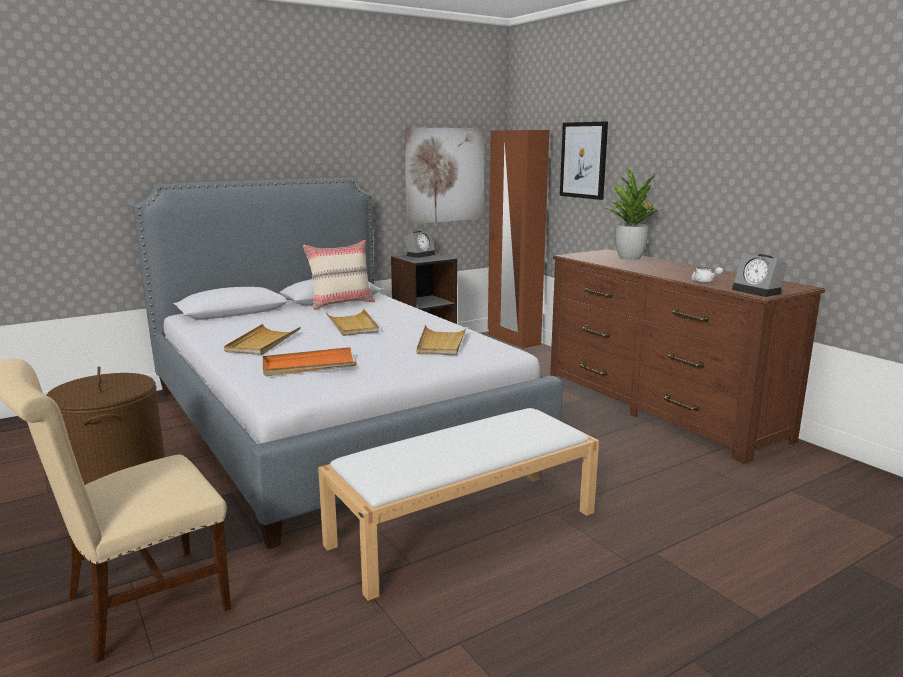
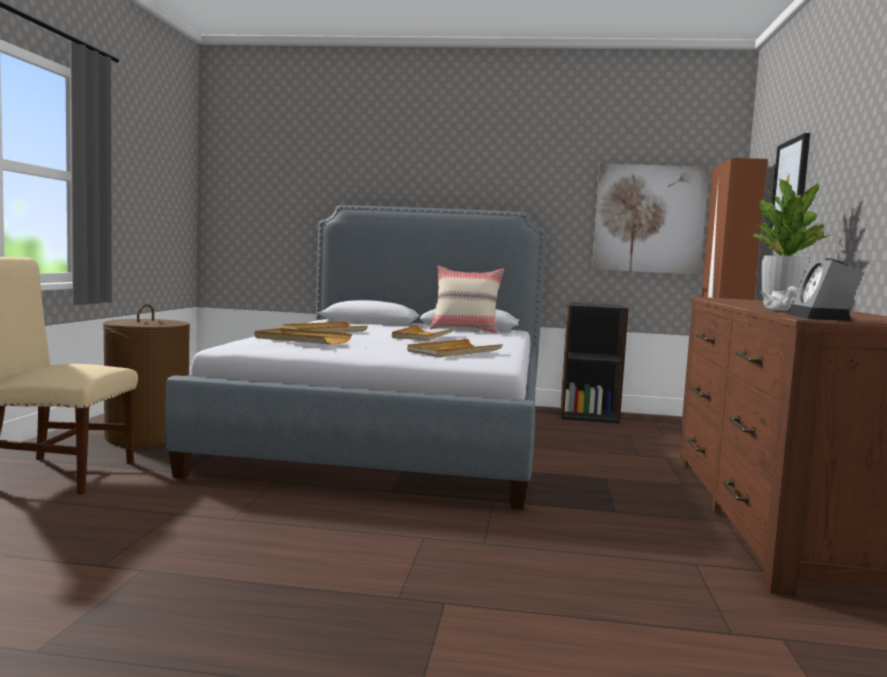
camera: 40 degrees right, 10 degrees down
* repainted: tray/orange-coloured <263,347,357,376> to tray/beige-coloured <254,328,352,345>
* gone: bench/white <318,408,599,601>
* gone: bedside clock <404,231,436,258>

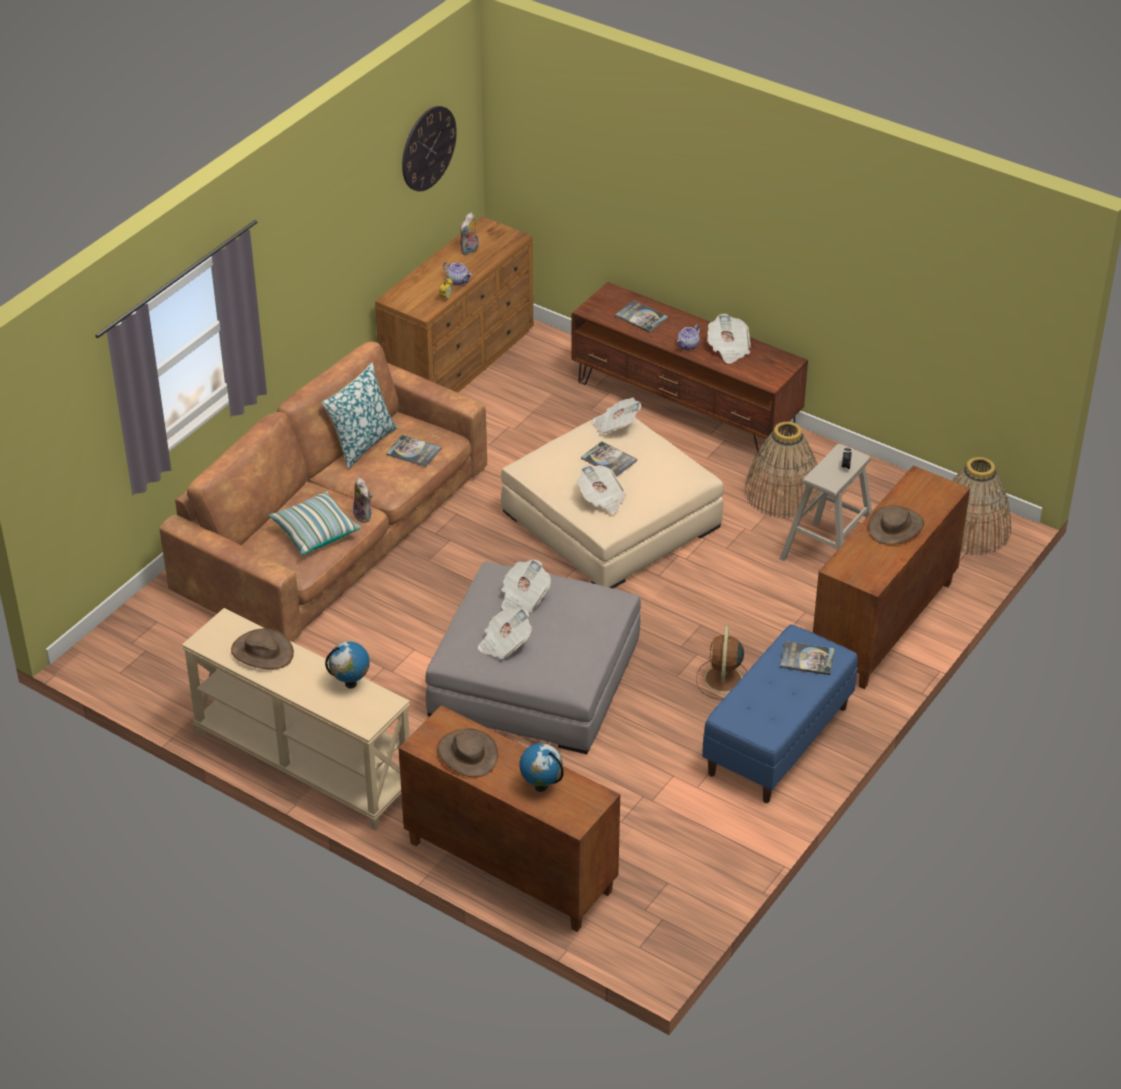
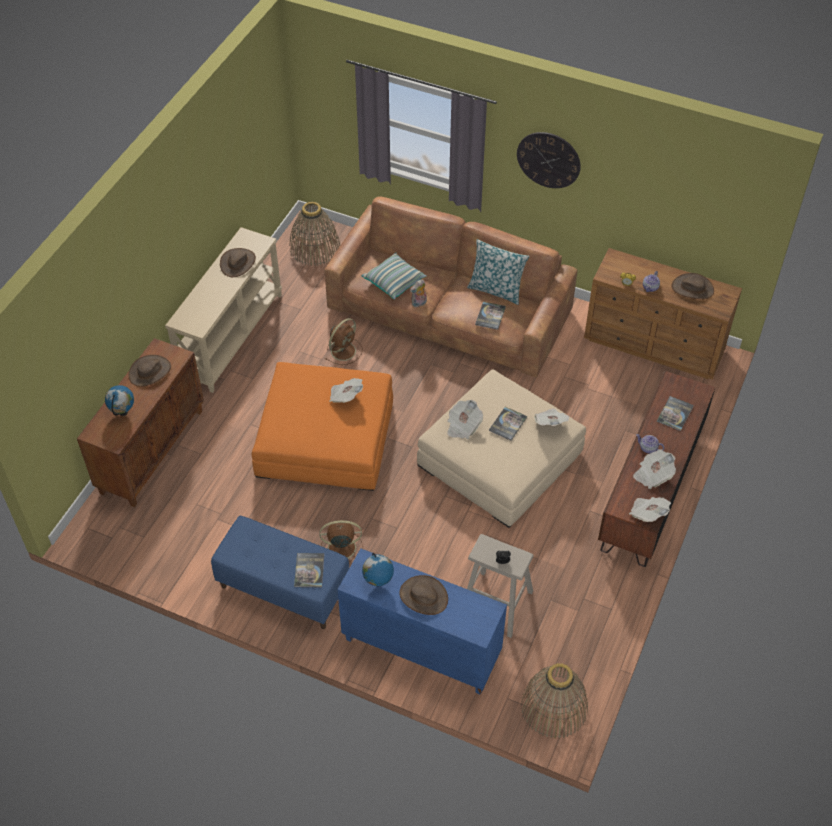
camera: 80 degrees right, 10 degrees up
* shifted: world globe <325,641,370,688> to <362,553,394,586>
* shifted: clock on the wall <402,106,457,191> to <517,132,581,188>
* repainted: ottoman/gray <425,561,641,754> to ottoman/orange-coloured <252,362,393,491>
* swapped: plush toy <460,212,479,255> to hat/brownish <671,273,714,299>
* shifted: newspaper <478,607,532,660> to <629,497,671,522>
* shifted: storage basket <745,422,820,518> to <289,202,340,266>
* repainted: cabinet/brownish <813,465,970,689> to cabinet/blue <337,548,507,694>
* new: fan/brownish <325,318,362,365>

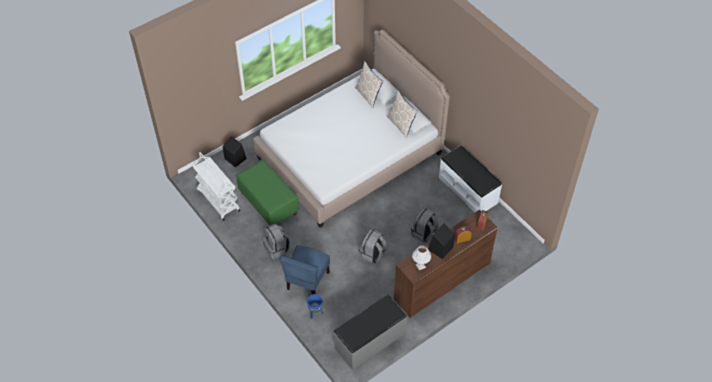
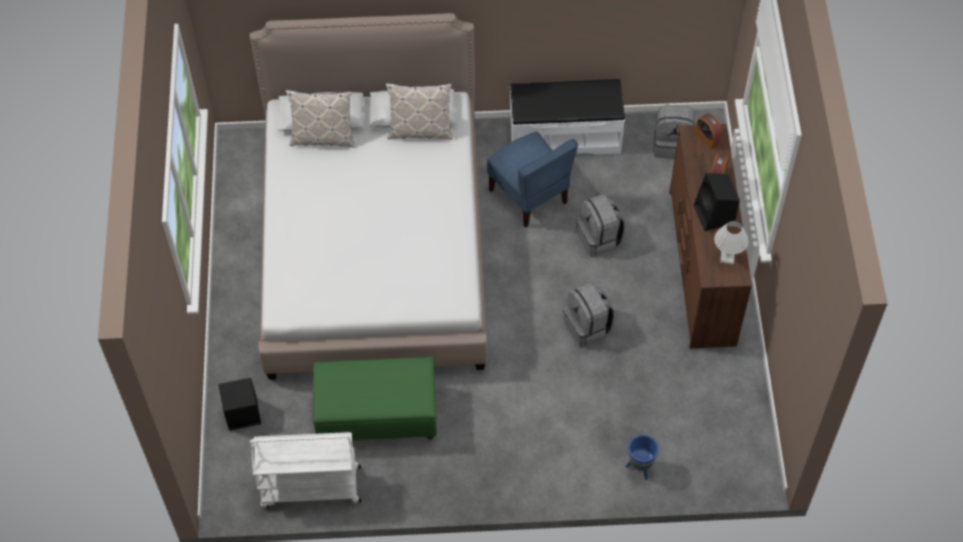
camera: 55 degrees left, 5 degrees up
* shifted: backpack/gray <262,224,290,259> to <653,104,694,159>
* shifted: plain chair/blue <280,245,330,294> to <487,132,578,228>
* gone: bench/gray <334,295,407,370>

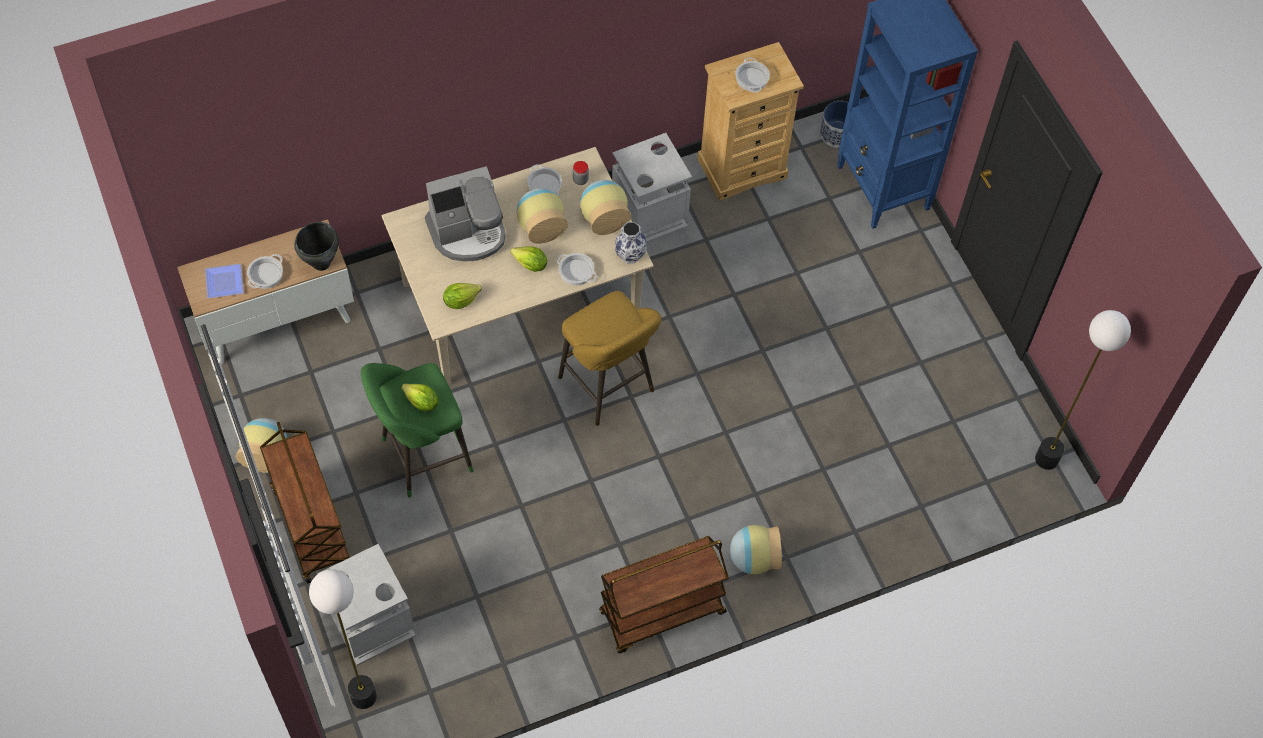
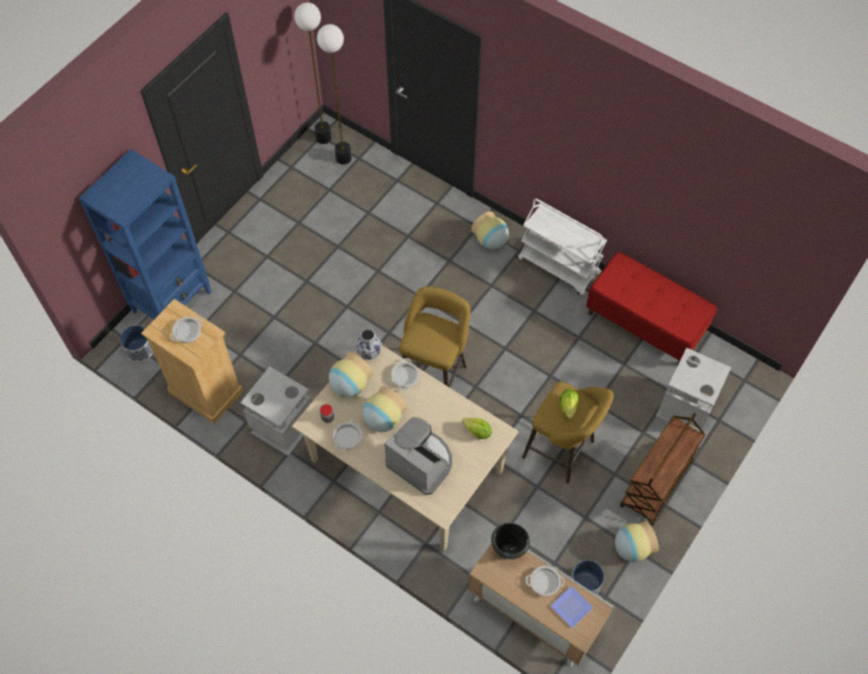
camera: 120 degrees left, 0 degrees up
* shifted: standing lamp <309,569,377,709> to <317,24,351,165>
* repainted: stool seat/greenish <361,363,474,497> to stool seat/yellow <522,381,614,484>
* gone: lettuce head <510,246,547,272>
* repainted: wheeled cart/brownish <599,536,729,653> to wheeled cart/white <517,199,607,296>
* new: planter <570,560,604,595>
* new: bench/red-coloured <586,252,717,366>

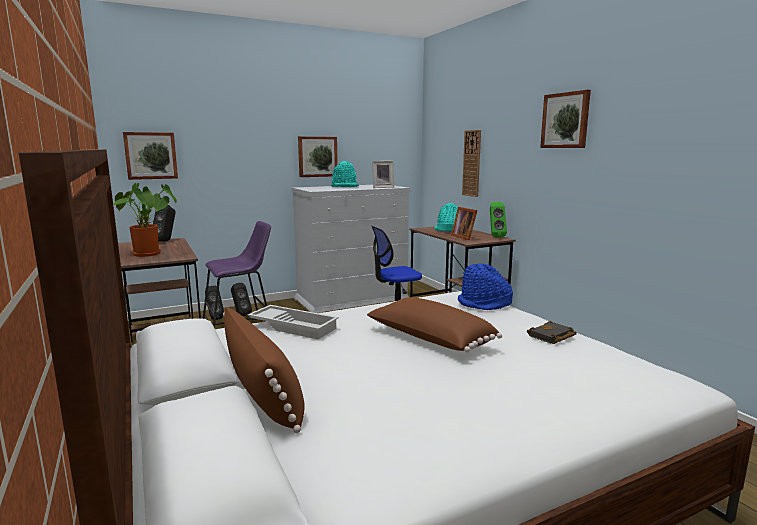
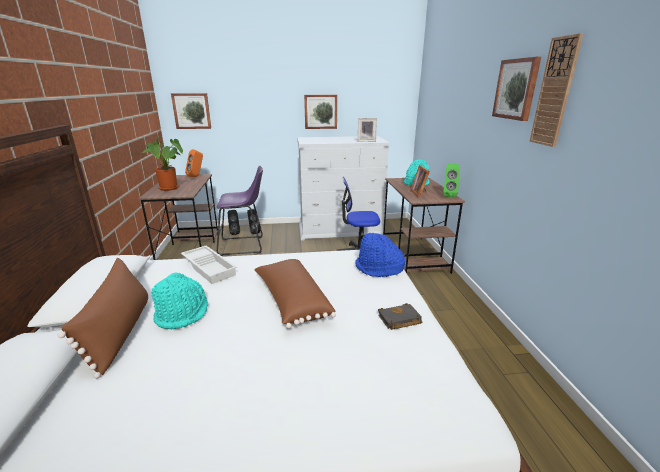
camera: 20 degrees right, 10 degrees up
* repainted: speaker/blackish <153,205,176,242> to speaker/orange-coloured <185,149,203,177>
* shifted: hat/blue-green <331,161,359,187> to <151,272,208,329>
* shifted: clock on the wall <462,130,481,197> to <530,33,583,147>

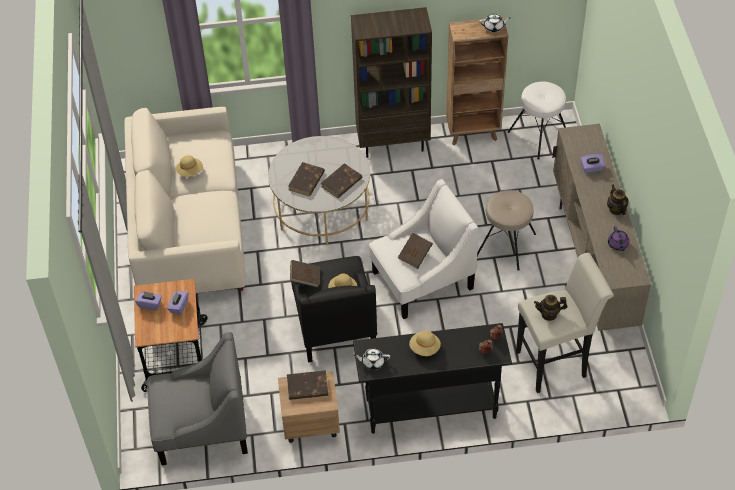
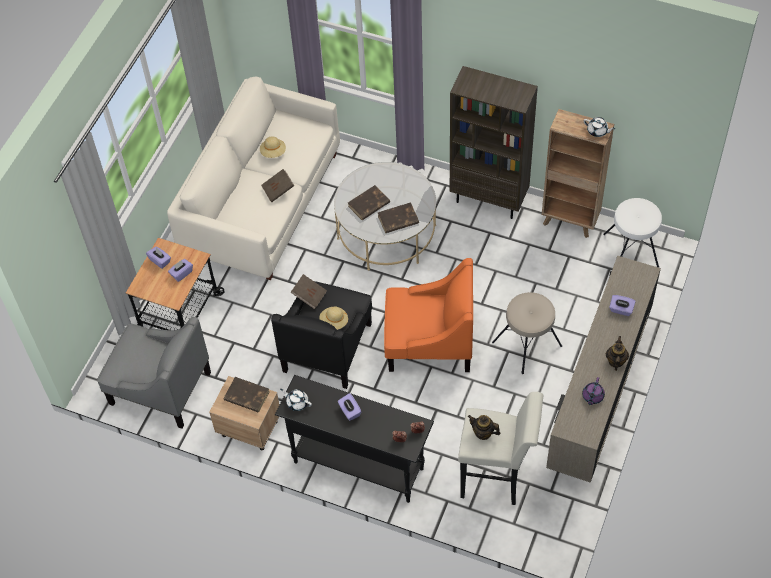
camera: 30 degrees right, 5 degrees up
* repainted: lounge chair/white <369,179,479,319> to lounge chair/orange-coloured <384,258,473,372>
* shifted: book/brownish <398,233,433,269> to <261,169,294,202>
* swapped: hat/beige-coloured <409,330,441,356> to tissue box/purplish <338,393,361,421>

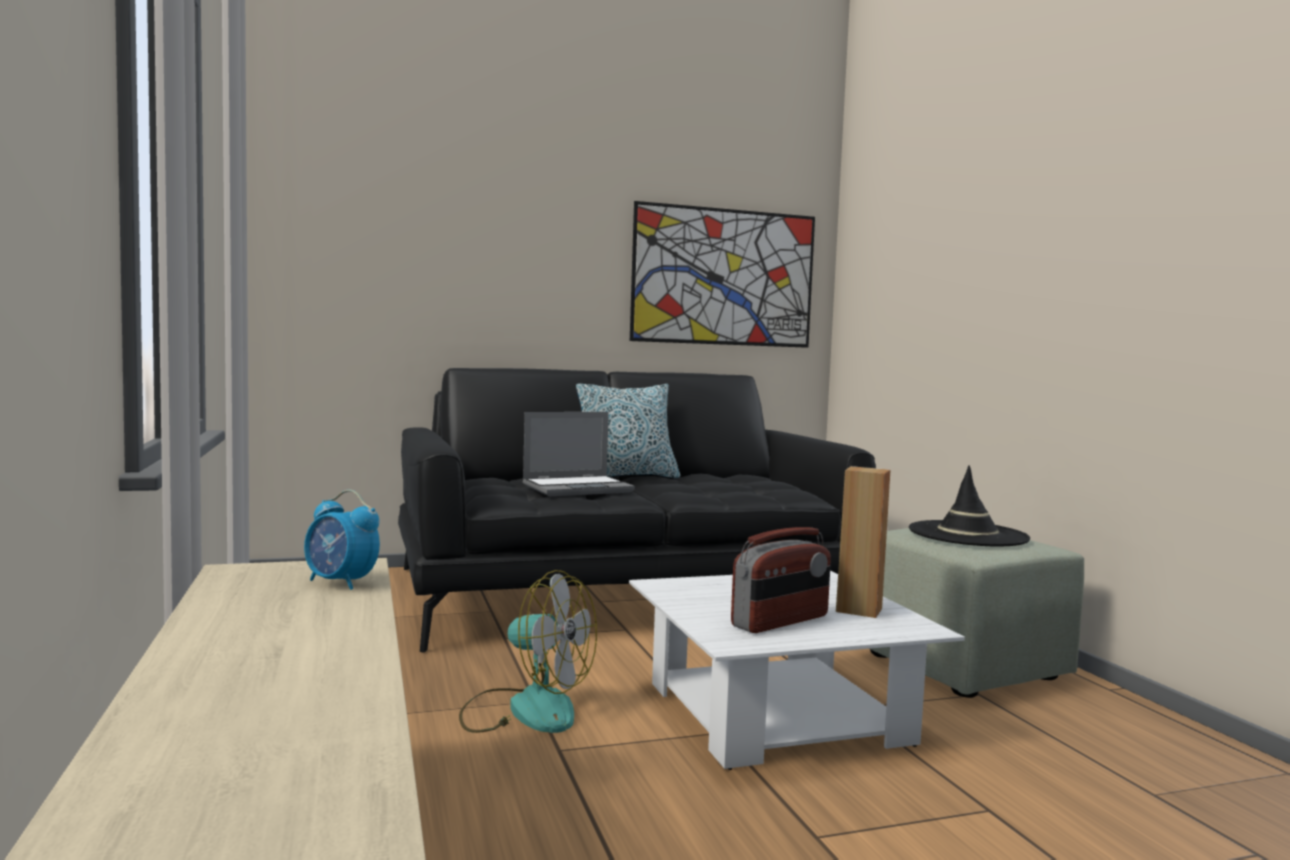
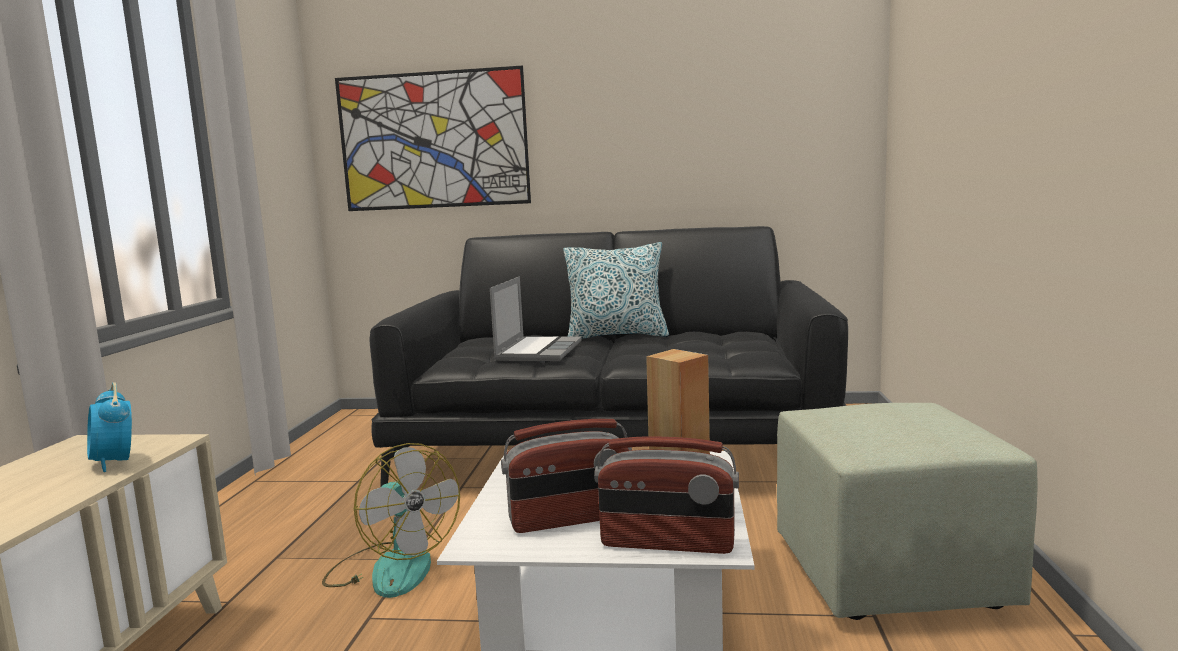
camera: 25 degrees right, 5 degrees up
* rotated: laptop <523,412,635,496> = <490,276,582,361> 75 degrees counterclockwise
* shifted: wall picture <630,201,815,348> to <335,65,531,211>
* gone: hat/blackish <909,465,1030,546>
* new: radio <594,437,739,554>

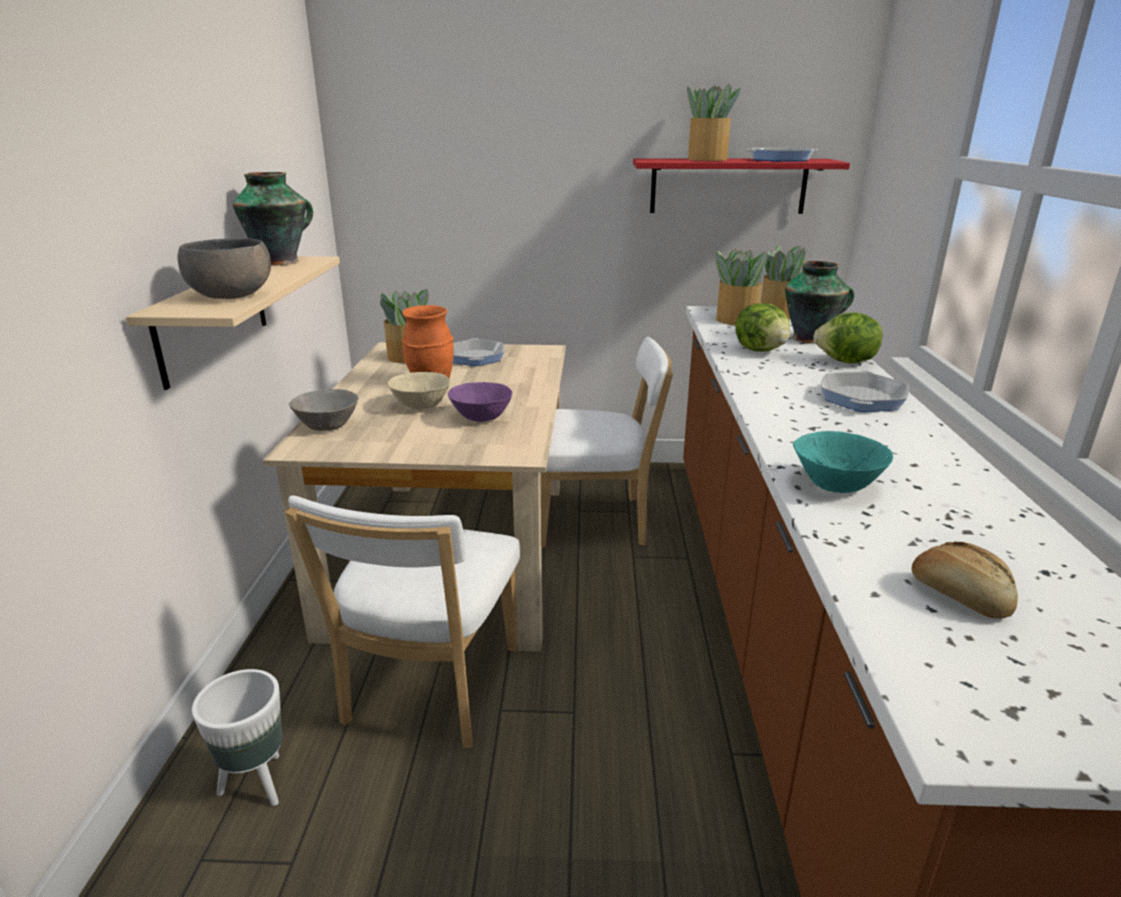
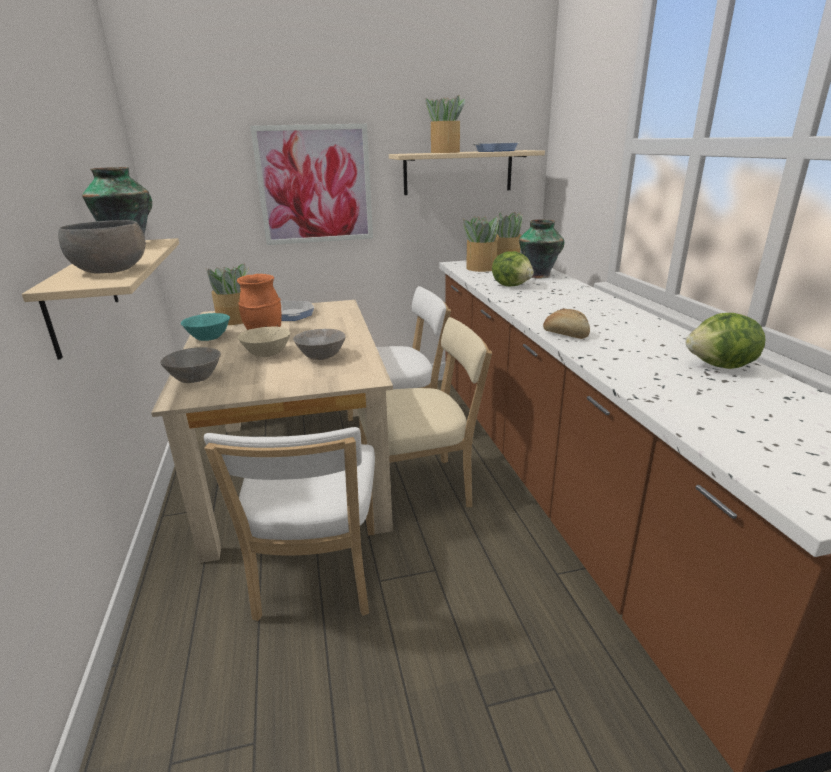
camera: 15 degrees left, 0 degrees up
* gone: planter/white <192,669,282,806>
* repainted: bowl/purplish <448,382,512,422> to bowl/gray <293,329,346,360>
* repainted: shelf/red-coloured <633,158,850,214> to shelf/beige-coloured <389,150,545,195>
* shifted: bowl/blue-green <793,431,893,493> to <181,313,230,341>
* shifted: lettuce head <813,313,882,364> to <686,313,766,369>
* gone: pan <821,371,909,412>
* shifted: baked bread <912,542,1018,619> to <543,308,590,339>
* new: wall picture <250,124,373,245>
* new: plain chair/beige-coloured <356,317,492,507>

